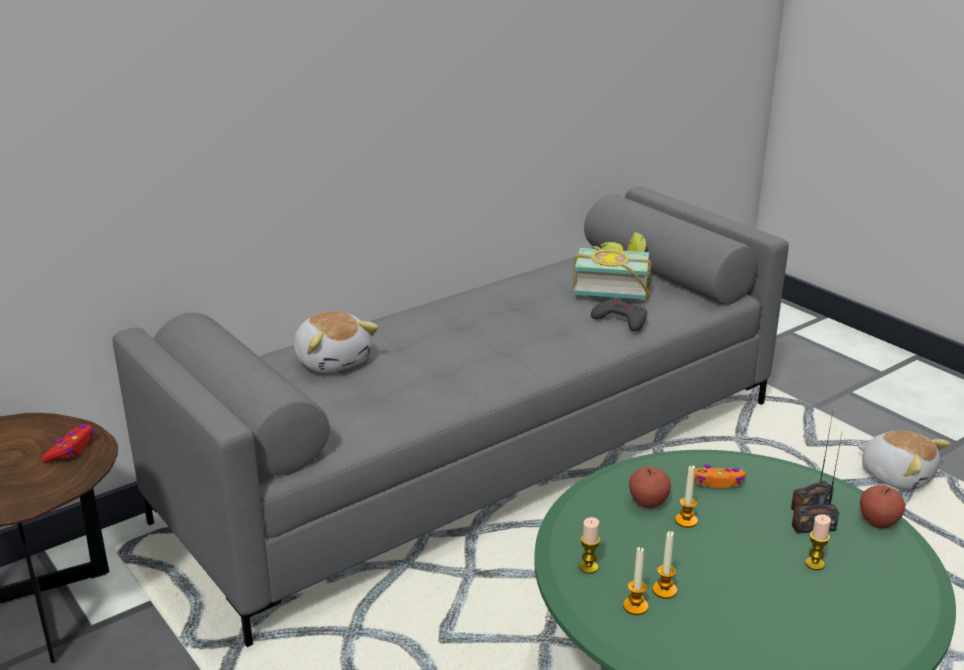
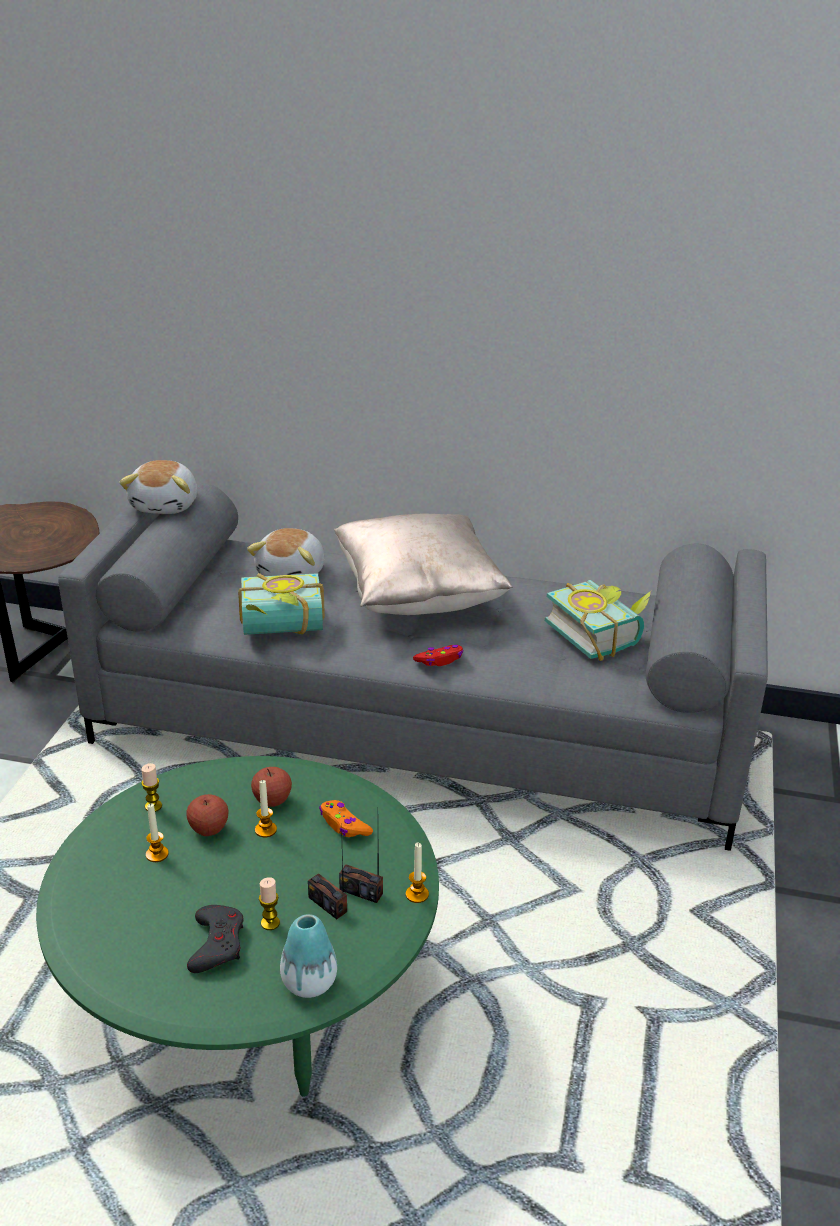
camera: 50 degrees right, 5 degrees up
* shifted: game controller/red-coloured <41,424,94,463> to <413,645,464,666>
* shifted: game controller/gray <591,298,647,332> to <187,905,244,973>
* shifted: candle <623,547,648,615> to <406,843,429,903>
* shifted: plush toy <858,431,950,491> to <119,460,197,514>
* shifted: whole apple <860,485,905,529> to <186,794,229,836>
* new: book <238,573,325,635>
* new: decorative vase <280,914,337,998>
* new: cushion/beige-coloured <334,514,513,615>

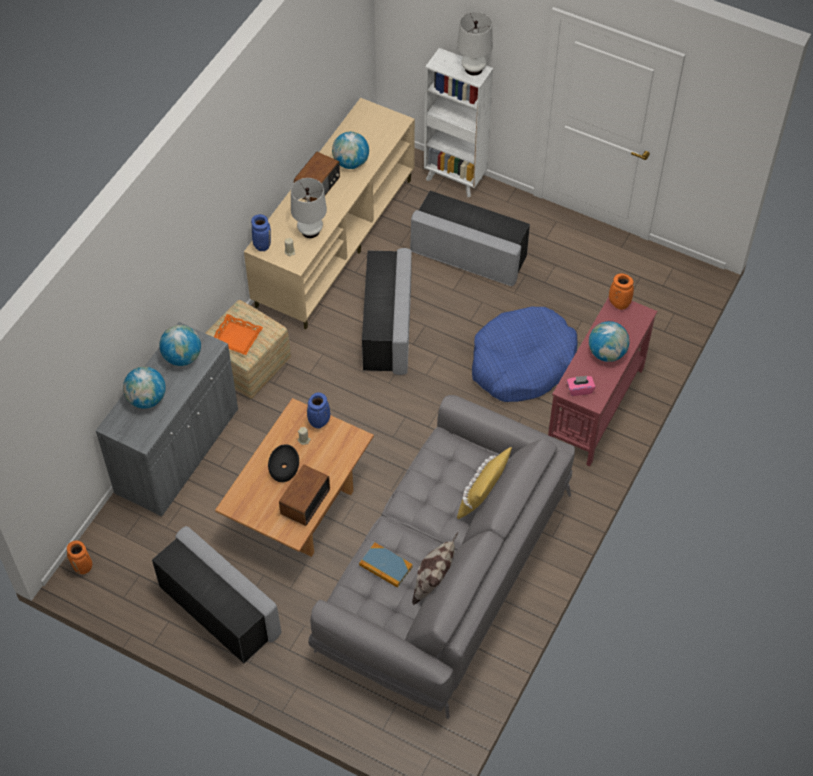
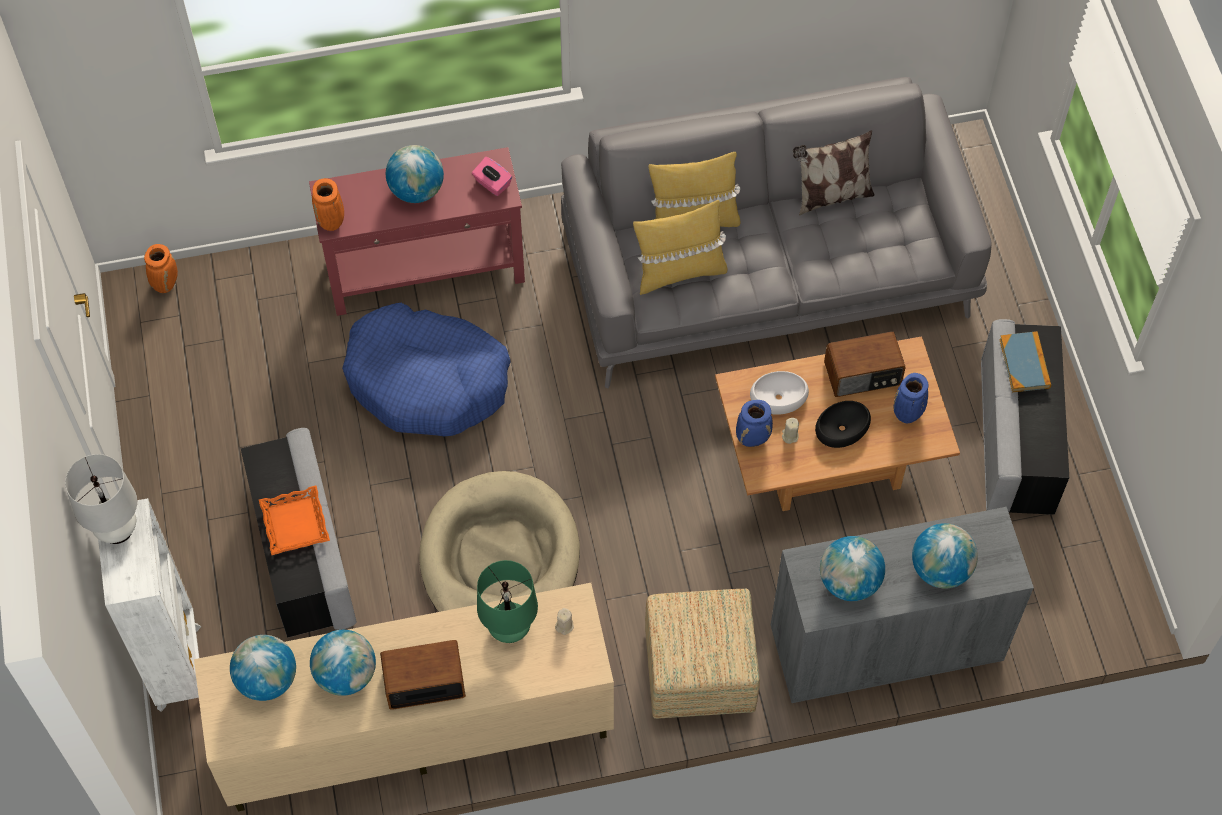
camera: 130 degrees left, 5 degrees up
* shifted: decorative vase/orange-coloured <67,540,92,574> to <144,244,178,293>
* shifted: tray/orange-coloured <214,314,263,355> to <259,485,330,555>
* shifted: decorative vase/blue <251,214,271,251> to <893,373,928,423>
* repainted: tabletop lamp/white <291,178,327,238> to tabletop lamp/greenish <477,560,538,643>
* shifted: book <359,543,413,588> to <999,331,1051,393>
* swapped: ottoman/gray <362,248,412,375> to pet bed/beige-coloured <419,471,580,612>
* new: world globe <230,635,296,701>
* new: cushion/yellow <633,200,728,295>
* new: bowl/white <750,371,809,415>

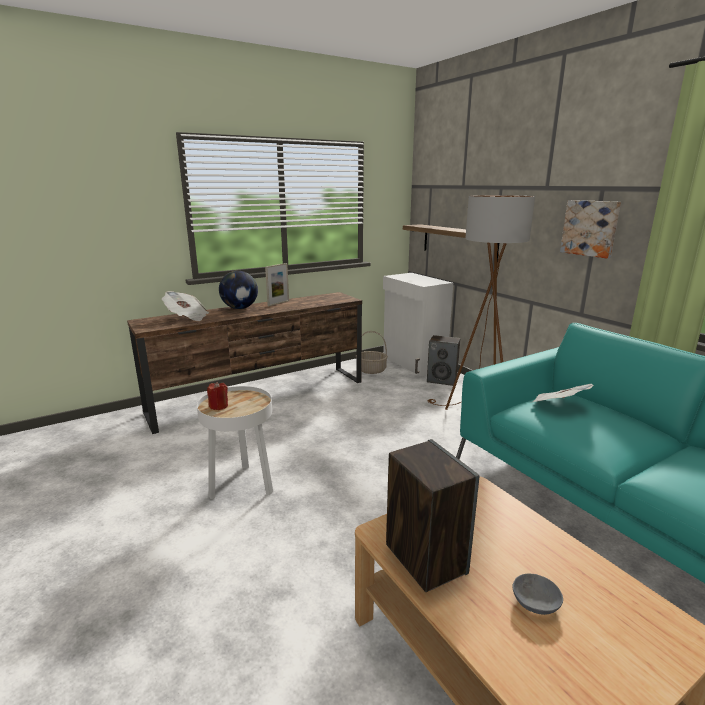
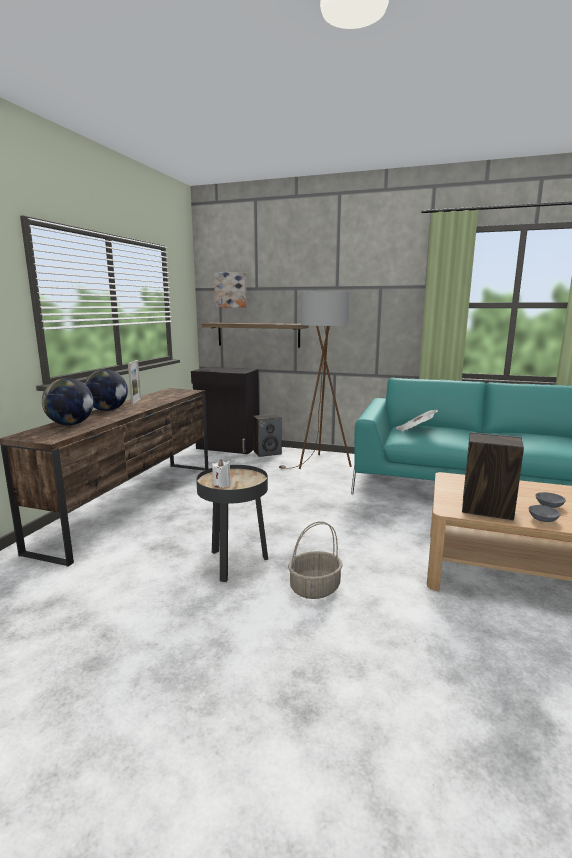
camera: 40 degrees left, 5 degrees down
* swapped: newspaper <162,291,209,321> to world globe <42,378,94,425>
* repainted: side table/white <197,386,273,499> to side table/blackish <196,465,268,582>
* repainted: candle/red-coloured <207,382,228,410> to candle/white <212,459,231,488>
* shifted: storage basket <361,331,388,374> to <288,521,343,599>
* repainted: cabinet/white <383,273,453,376> to cabinet/blackish <191,367,259,454>
* shifted: wall picture <560,200,621,258> to <214,272,247,308>
* new: bowl/gray <529,505,561,522>

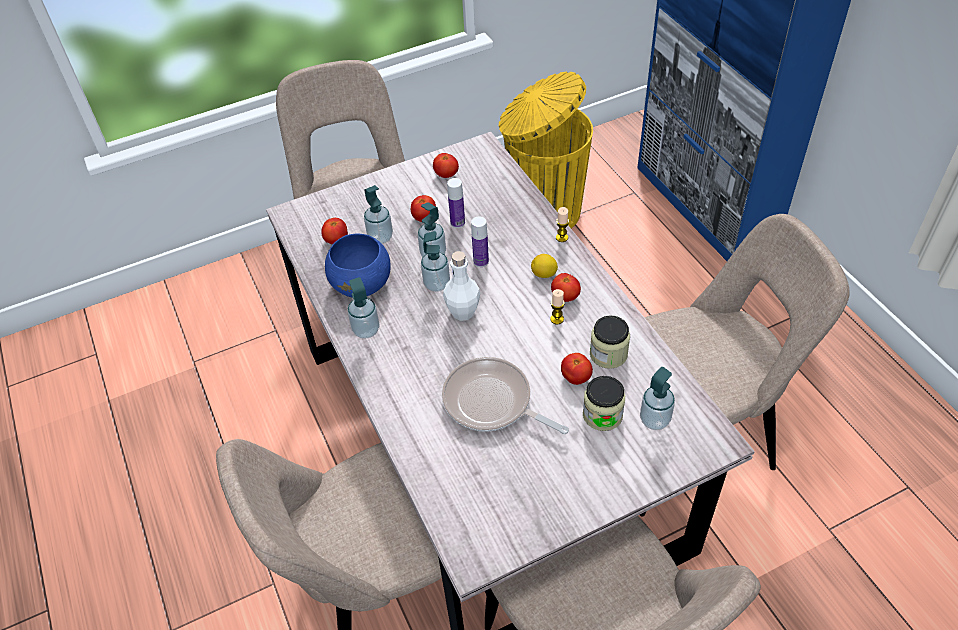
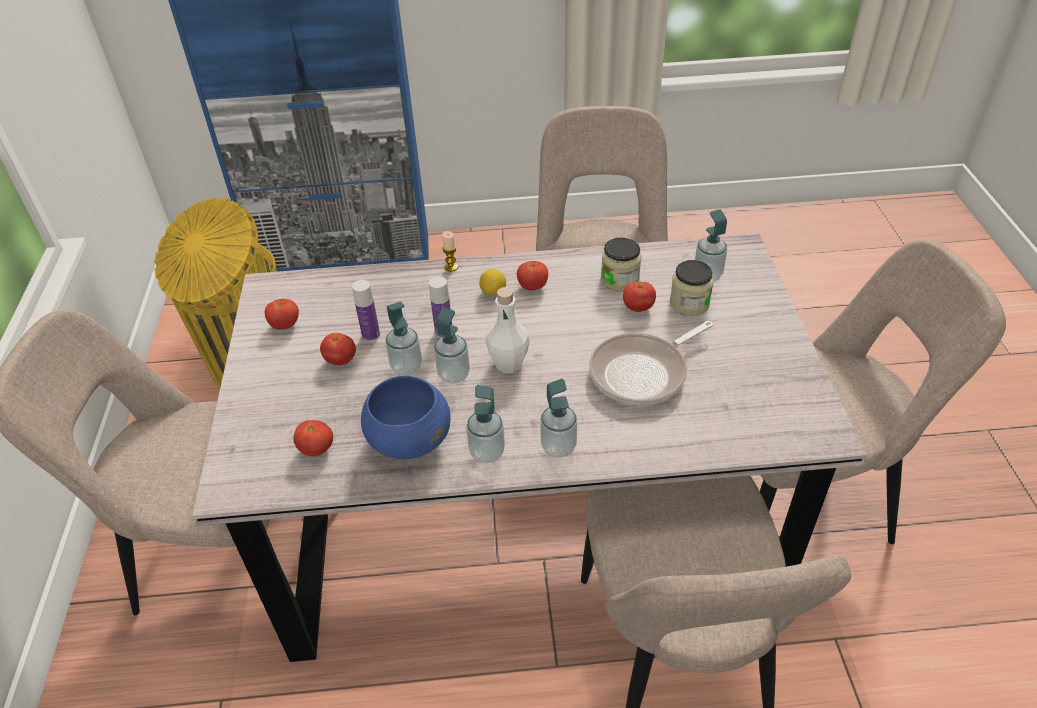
camera: 70 degrees left, 5 degrees down
* shifted: soap dispenser <364,185,393,244> to <540,379,577,458>
* gone: candle <550,289,565,324>

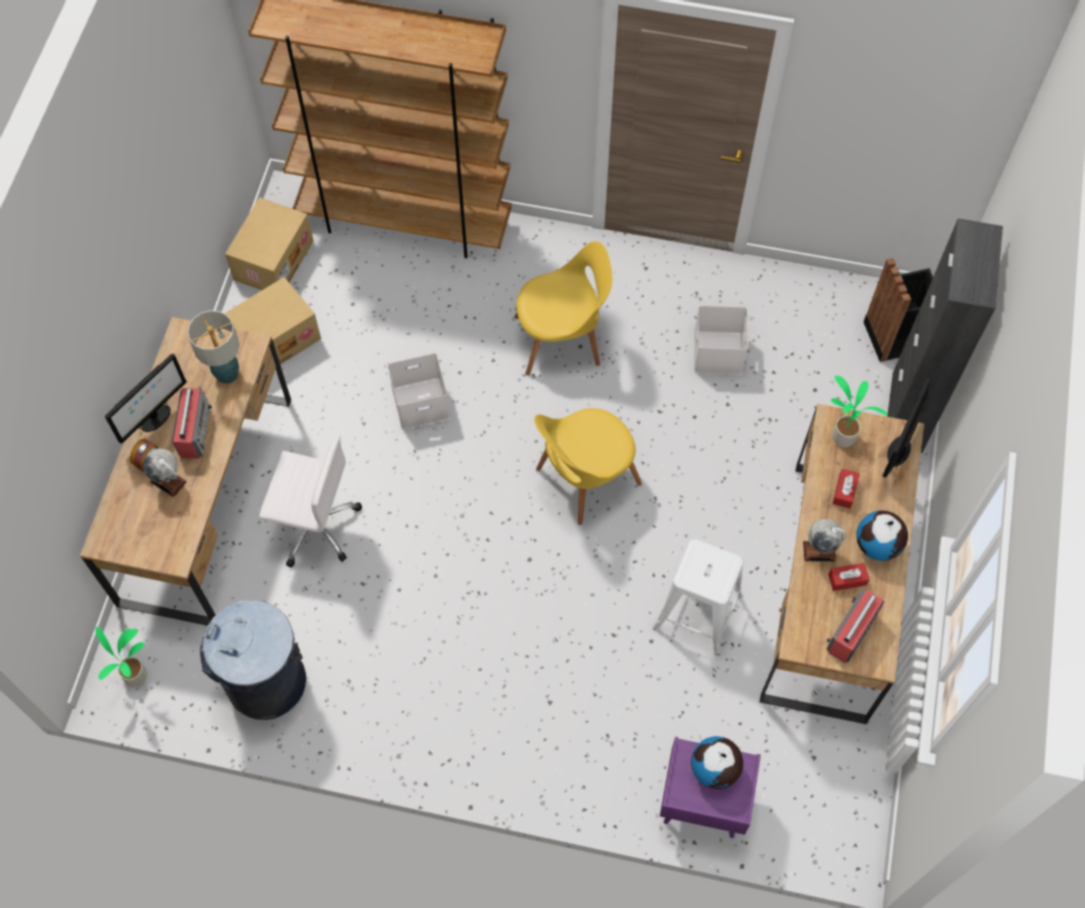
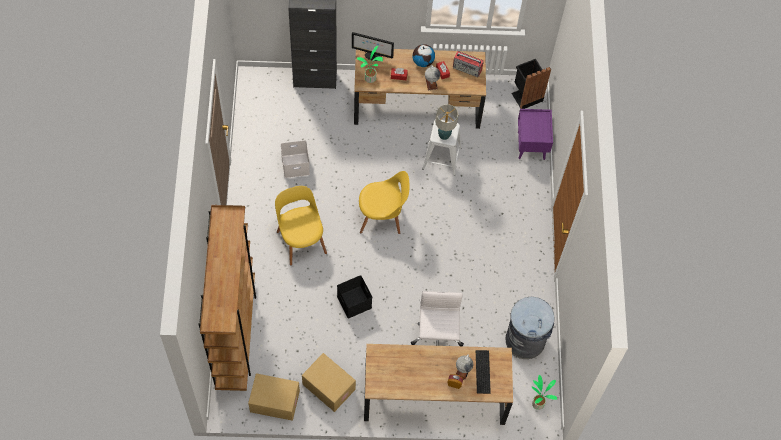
camera: 105 degrees left, 0 degrees up
* gone: monitor <105,354,187,444>
* gone: radio <172,386,212,459>
* shifted: tabletop lamp <187,310,240,384> to <435,104,459,140>
* repainted: storage box/white <388,353,450,430> to storage box/blackish <337,275,372,318>
* rotated: plain chair/yellow <534,408,642,525> = <359,171,409,234> 45 degrees counterclockwise
* gone: world globe <691,736,743,789>
* shifted: rubbish bin/blackish <864,258,933,362> to <511,59,551,109>
* new: PC keyboard <476,350,491,394>

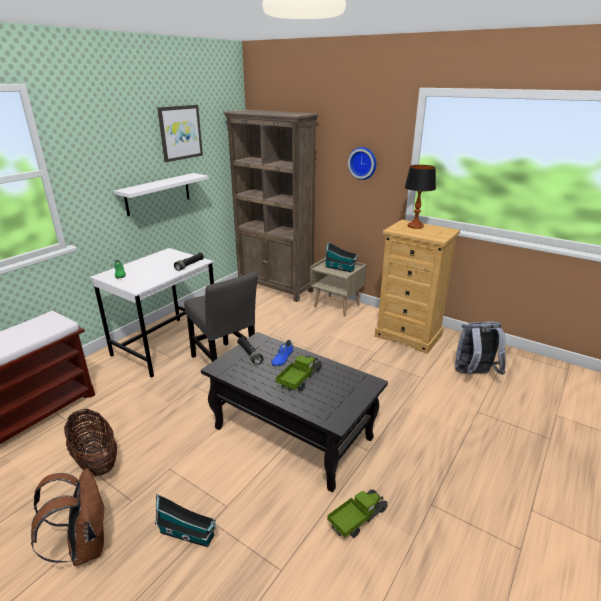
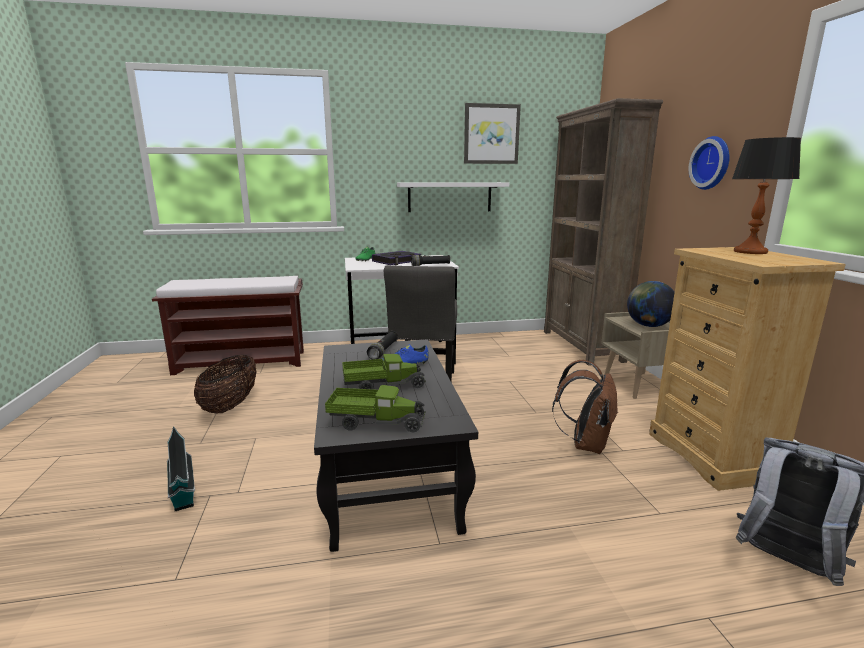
camera: 45 degrees right, 10 degrees down
* shifted: backpack/brownish <31,468,106,566> to <552,360,618,454>
* swapped: model house <325,242,358,273> to world globe <627,281,675,327>
* shifted: toy lorry <327,489,388,538> to <325,385,425,432>
* new: book <372,251,421,265>

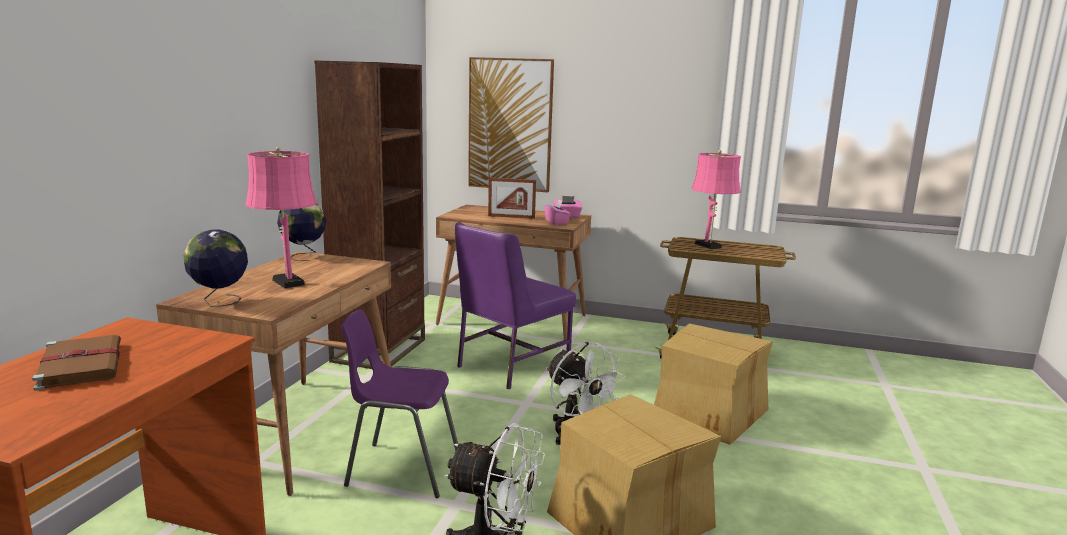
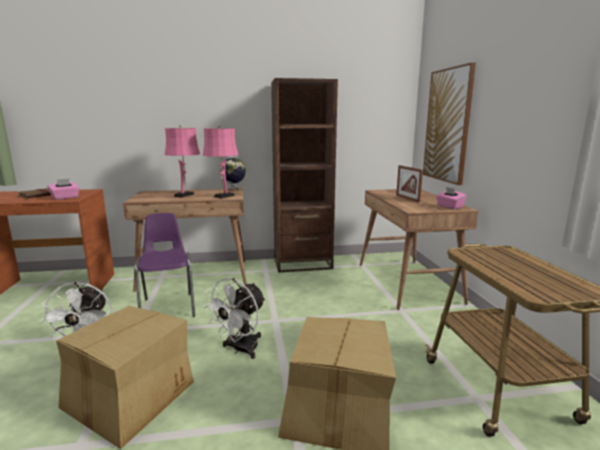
camera: 65 degrees right, 0 degrees up
* gone: world globe <183,229,248,307>
* gone: plain chair/purplish <455,222,576,389>
* shifted: tissue box/pink-coloured <545,200,571,225> to <48,179,80,200>
* shifted: tabletop lamp/pink-coloured <691,150,741,249> to <203,125,239,198>

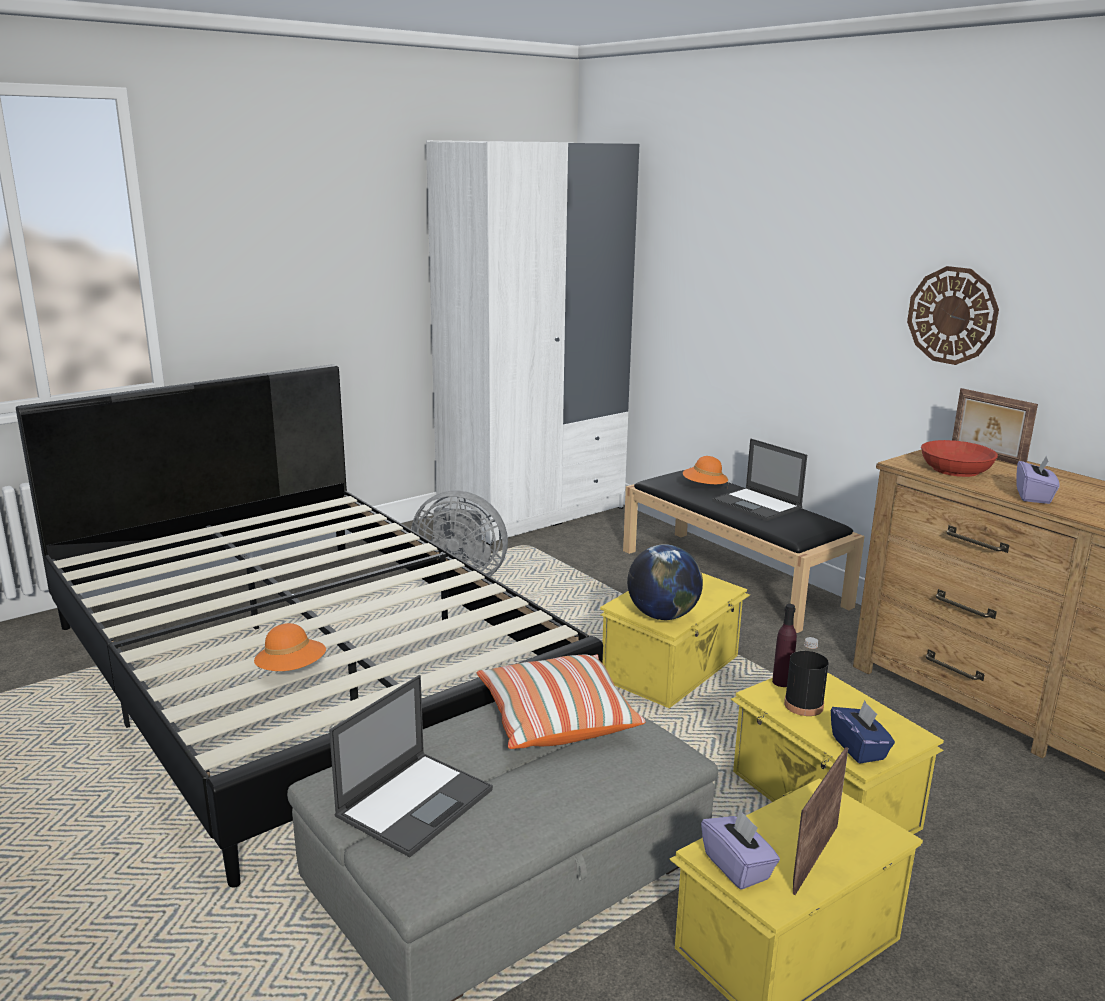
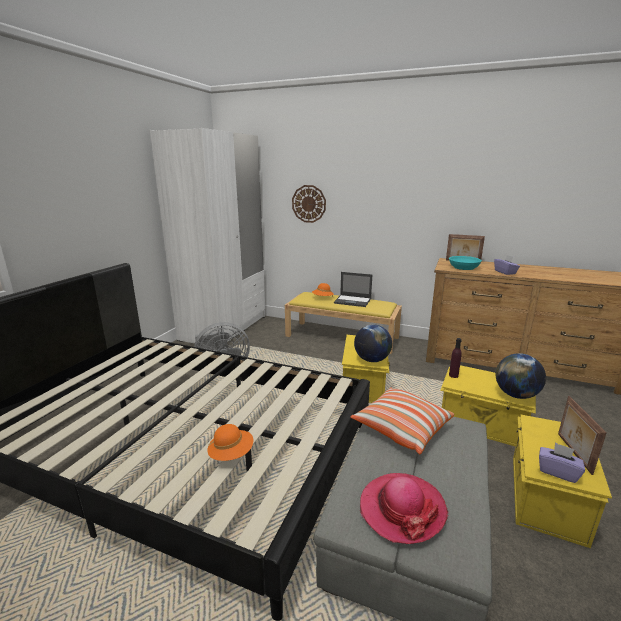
camera: 30 degrees left, 0 degrees up
* swapped: laptop <329,675,493,857> to hat <360,473,448,544>
* repainted: bench/blackish <623,470,865,633> to bench/yellow <285,292,402,354>
* gone: bottle/blackish <784,637,829,716>
* swapped: tissue box/blue <831,700,895,764> to world globe <496,353,546,399>
* shifted: clock on the wall <907,266,999,365> to <292,185,326,223>
* repainted: bowl/red-coloured <921,440,998,477> to bowl/blue-green <449,256,482,270>

